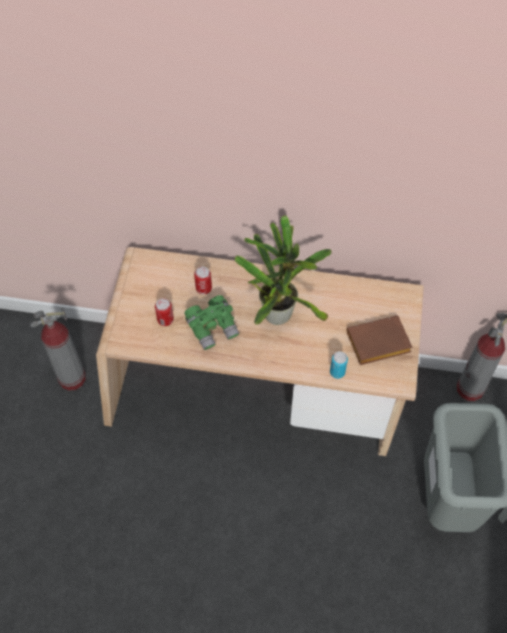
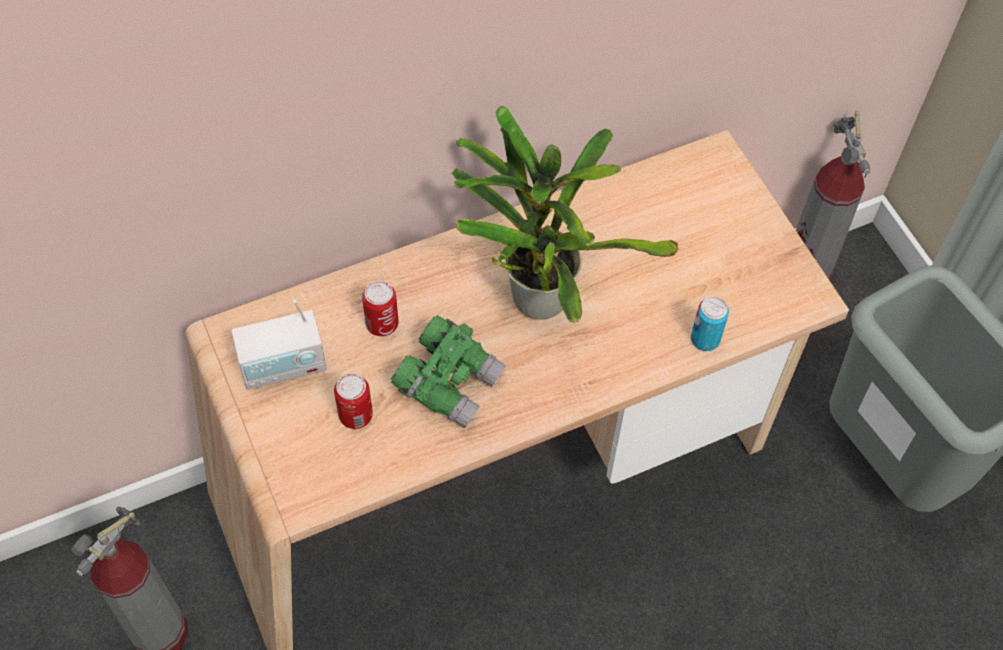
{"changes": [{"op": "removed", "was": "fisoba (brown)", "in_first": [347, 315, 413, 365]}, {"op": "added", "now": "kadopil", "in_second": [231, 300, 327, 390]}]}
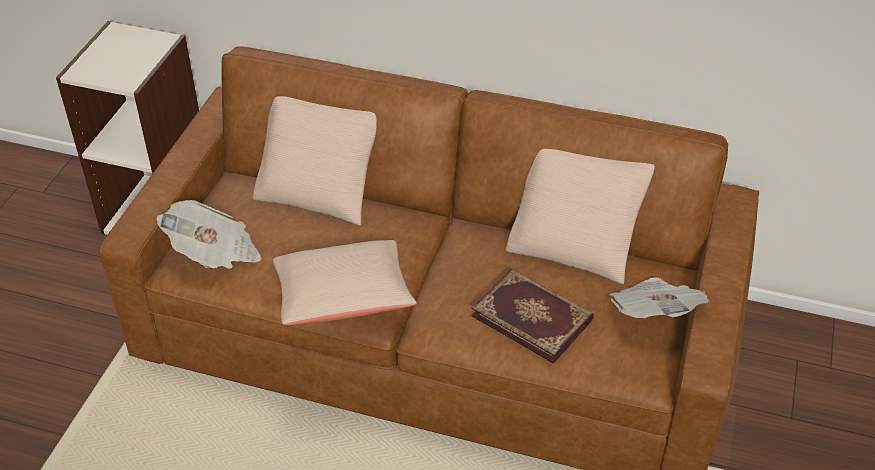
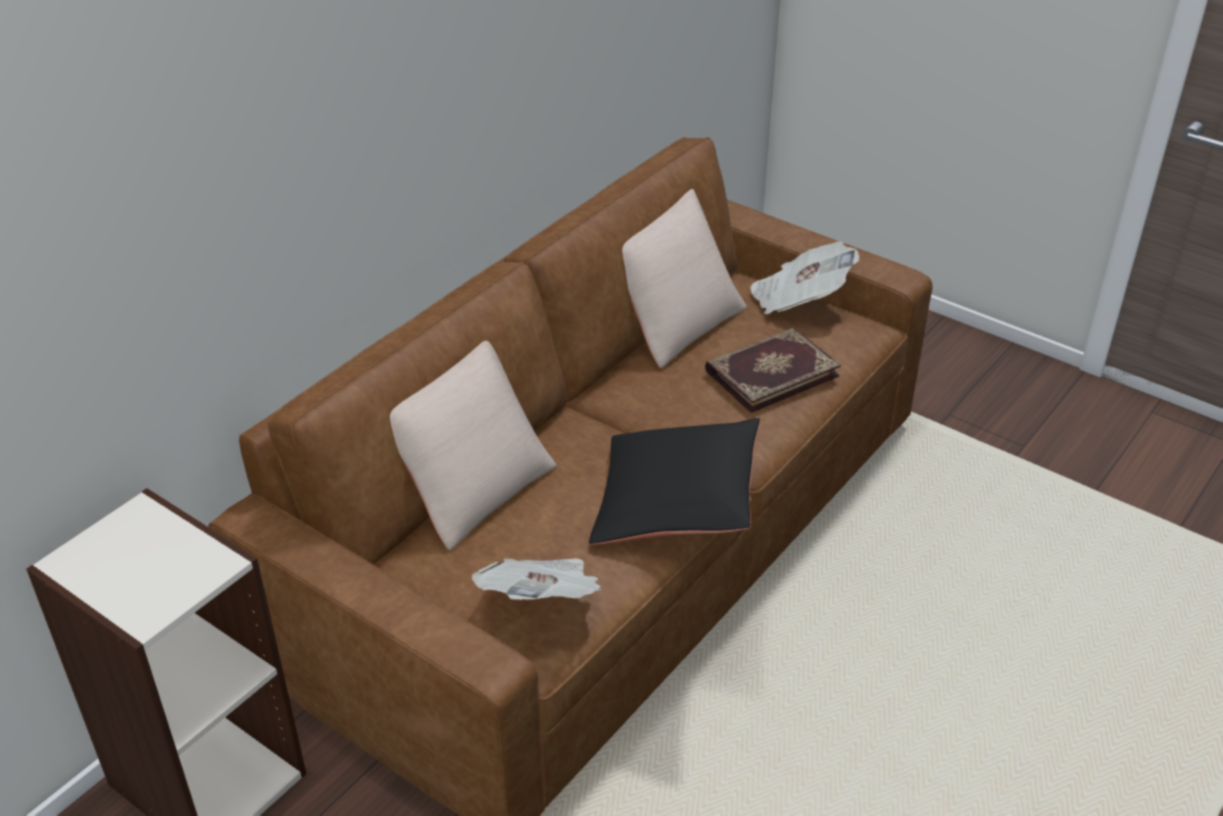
{"changes": [{"op": "recoloured", "was": "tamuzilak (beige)", "now": "tamuzilak (black)", "in_first": [273, 240, 417, 325], "in_second": [589, 418, 760, 545]}]}
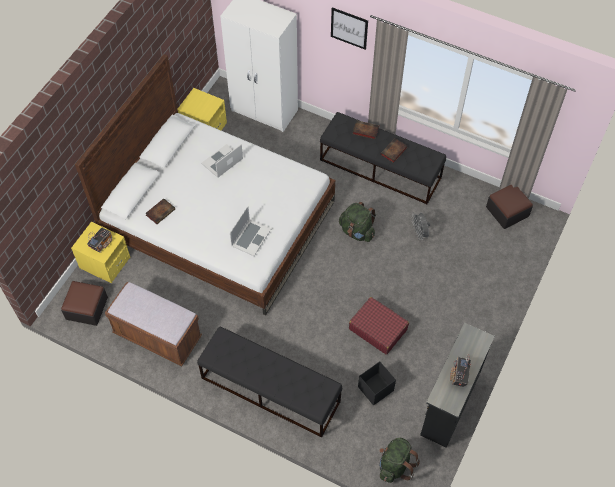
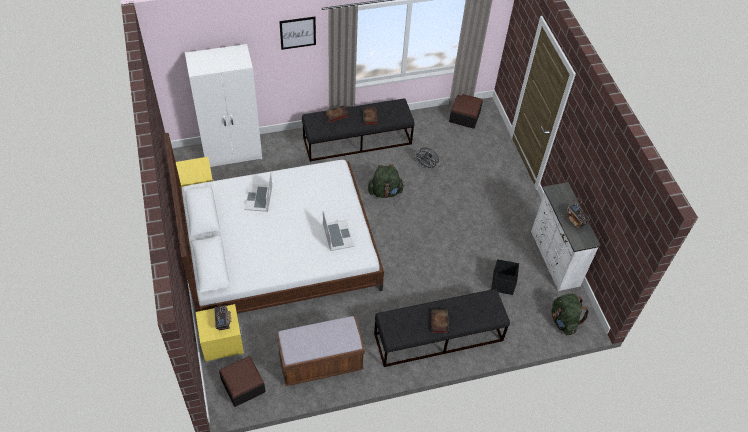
{"changes": [{"op": "moved", "was": "fisoba", "in_first": [145, 198, 175, 224], "in_second": [431, 309, 449, 333]}, {"op": "removed", "was": "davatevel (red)", "in_first": [349, 297, 409, 355]}, {"op": "recoloured", "was": "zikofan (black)", "now": "zikofan (white)", "in_first": [420, 323, 495, 448], "in_second": [531, 182, 601, 291]}]}
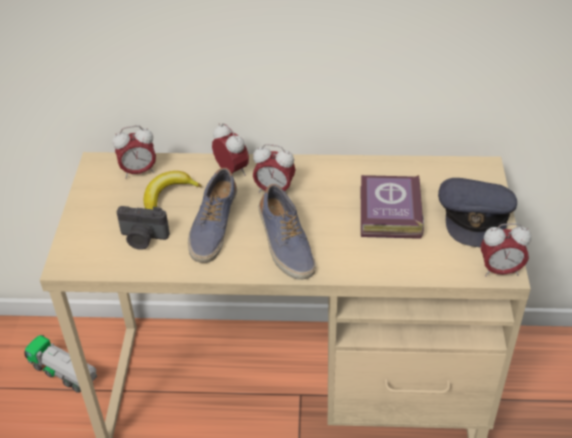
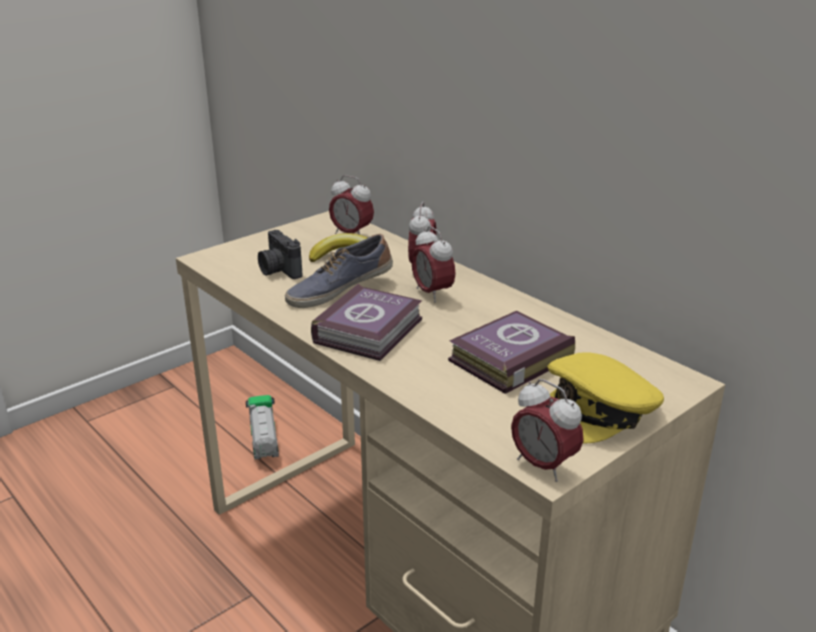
{"changes": [{"op": "recoloured", "was": "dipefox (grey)", "now": "dipefox (yellow)", "in_first": [438, 178, 517, 247], "in_second": [547, 352, 664, 444]}, {"op": "replaced", "was": "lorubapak", "now": "fisoba", "in_first": [258, 184, 316, 280], "in_second": [311, 283, 422, 361]}]}
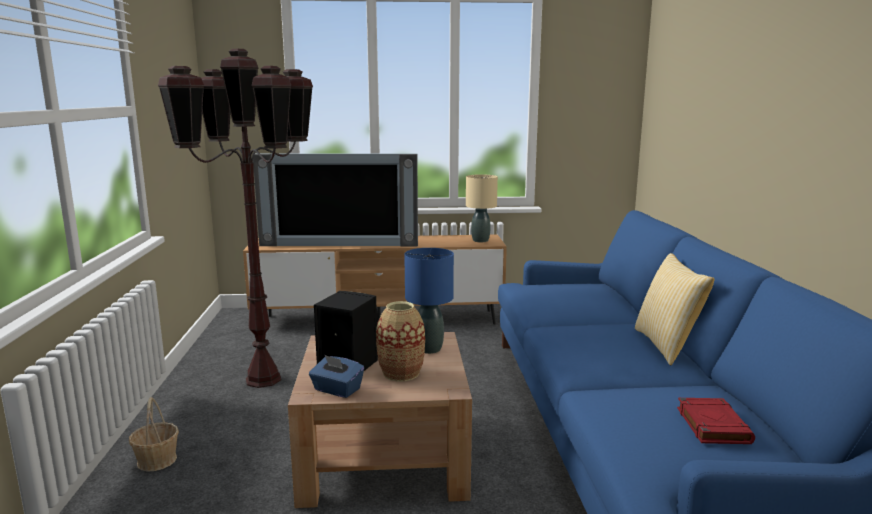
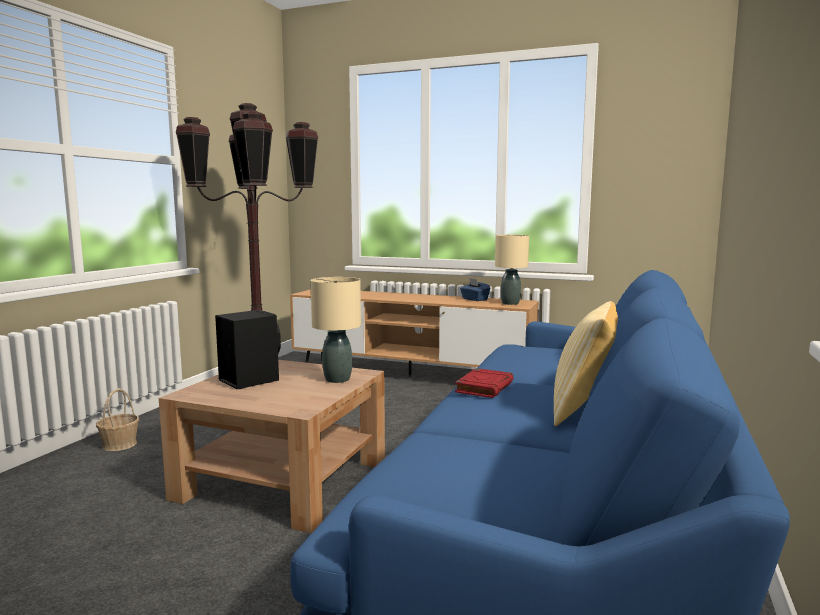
{"changes": [{"op": "removed", "was": "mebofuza", "in_first": [253, 153, 418, 246]}, {"op": "recoloured", "was": "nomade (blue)", "now": "nomade (beige)", "in_first": [404, 248, 454, 354], "in_second": [311, 277, 361, 383]}, {"op": "removed", "was": "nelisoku", "in_first": [376, 301, 425, 381]}, {"op": "moved", "was": "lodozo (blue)", "in_first": [309, 355, 364, 398], "in_second": [460, 278, 491, 301]}, {"op": "moved", "was": "fisoba (red)", "in_first": [677, 398, 755, 444], "in_second": [455, 368, 514, 398]}]}
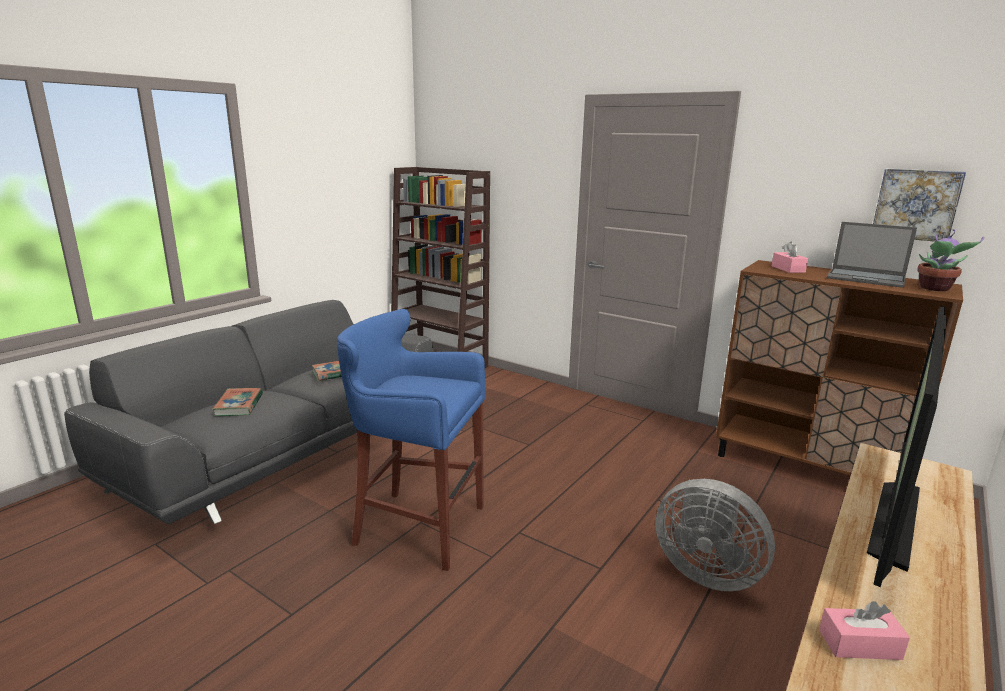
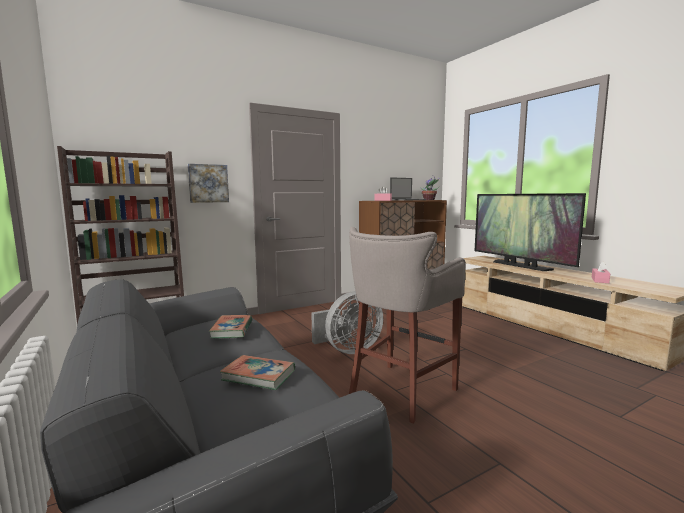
{"changes": [{"op": "moved", "was": "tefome", "in_first": [873, 169, 966, 242], "in_second": [188, 164, 229, 203]}, {"op": "recoloured", "was": "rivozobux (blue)", "now": "rivozobux (grey)", "in_first": [337, 309, 485, 571], "in_second": [349, 227, 465, 424]}, {"op": "moved", "was": "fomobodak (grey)", "in_first": [656, 479, 775, 591], "in_second": [311, 291, 383, 354]}]}
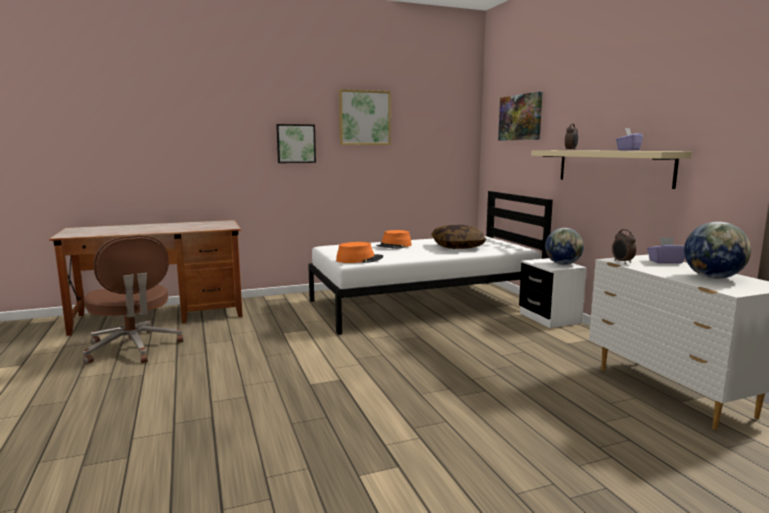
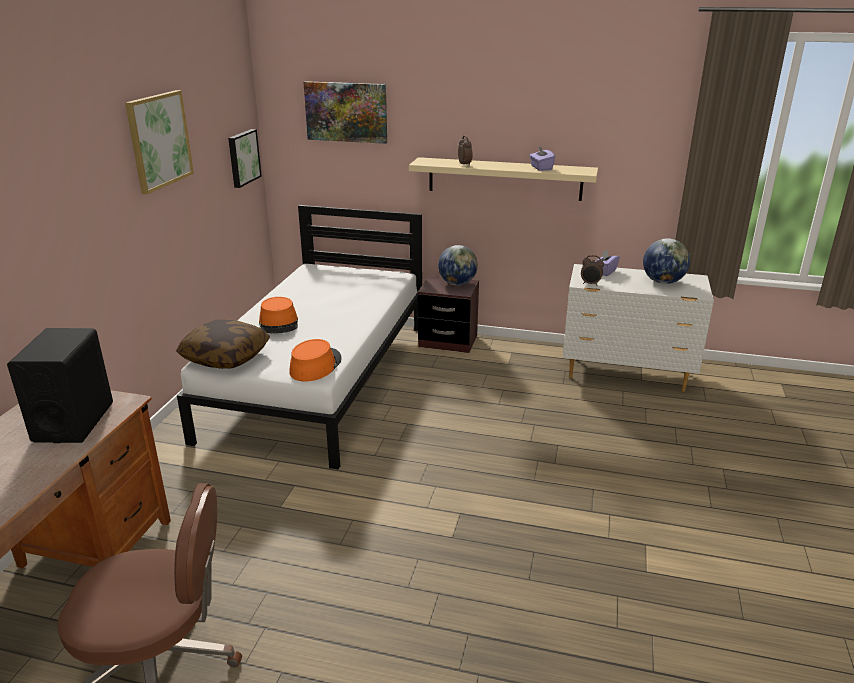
{"changes": [{"op": "moved", "was": "tefome", "in_first": [276, 124, 316, 163], "in_second": [228, 129, 262, 188]}, {"op": "moved", "was": "tamuzilak", "in_first": [431, 225, 486, 249], "in_second": [176, 319, 270, 369]}, {"op": "recoloured", "was": "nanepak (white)", "now": "nanepak (brown)", "in_first": [519, 258, 587, 328], "in_second": [418, 276, 479, 353]}, {"op": "added", "now": "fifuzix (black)", "in_second": [7, 328, 113, 443]}]}
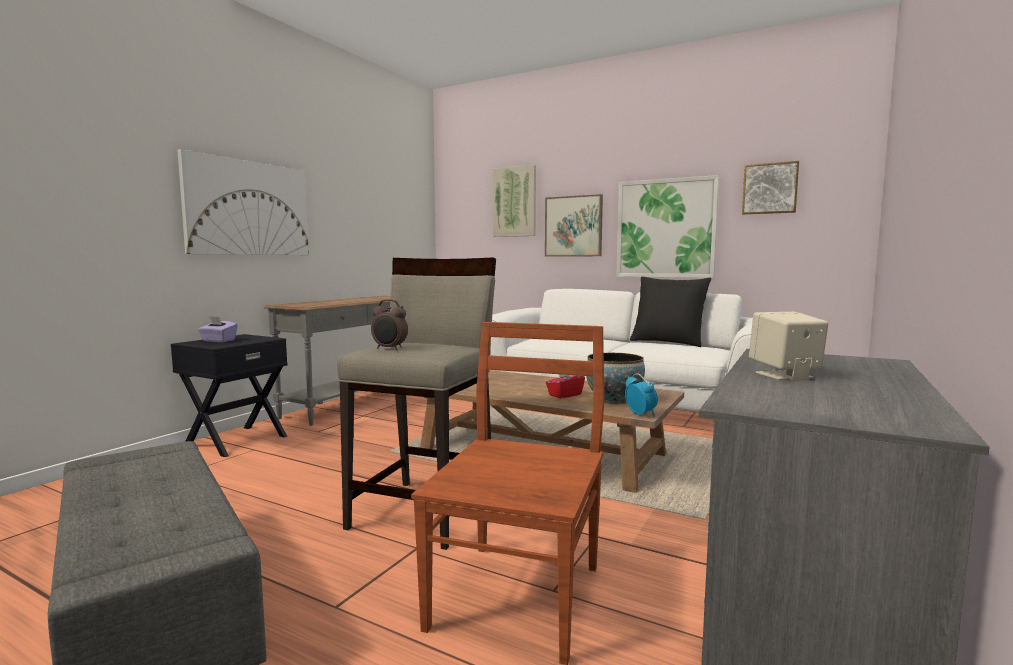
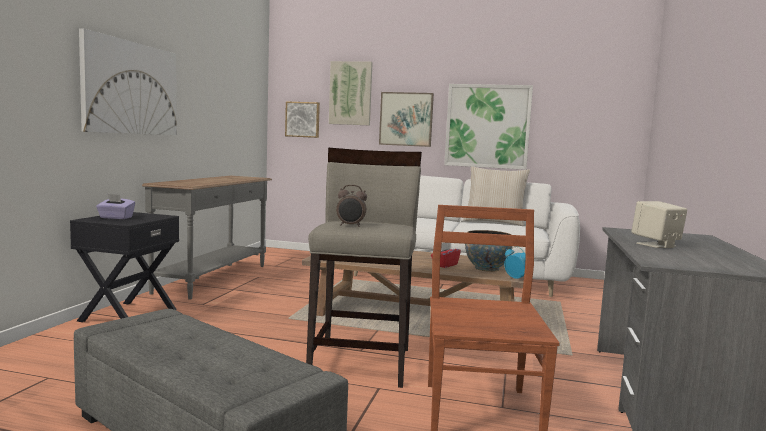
{"changes": [{"op": "moved", "was": "tefome", "in_first": [742, 161, 799, 214], "in_second": [285, 101, 320, 138]}, {"op": "recoloured", "was": "tamuzilak (black)", "now": "tamuzilak (beige)", "in_first": [630, 277, 711, 347], "in_second": [463, 166, 530, 226]}]}
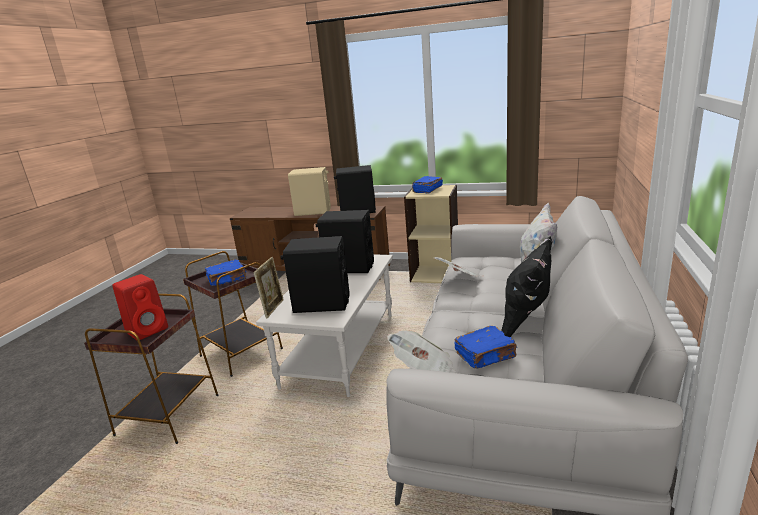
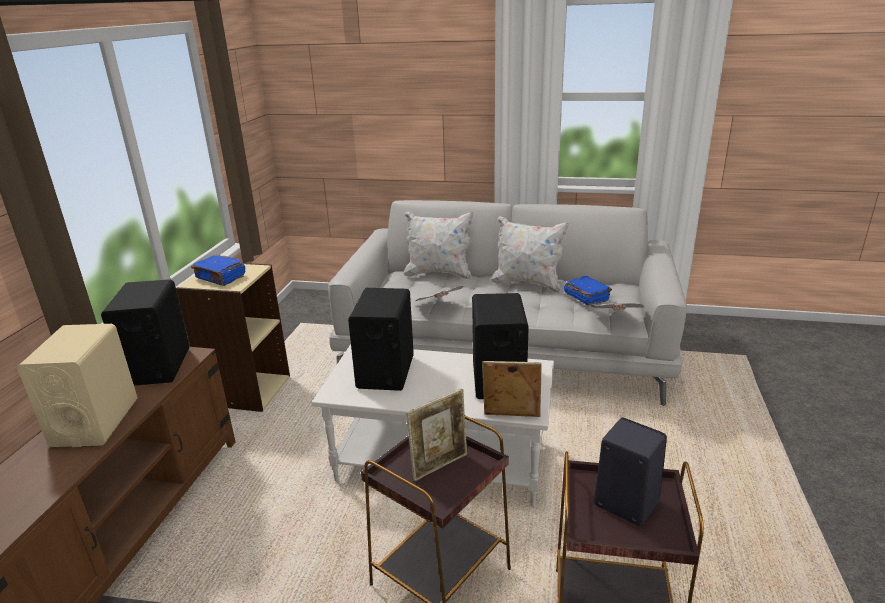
{"changes": [{"op": "recoloured", "was": "tamuzilak (black)", "now": "tamuzilak (white)", "in_first": [501, 236, 552, 337], "in_second": [491, 216, 569, 293]}, {"op": "replaced", "was": "fisoba (blue)", "now": "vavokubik", "in_first": [205, 260, 246, 286], "in_second": [406, 389, 467, 481]}, {"op": "recoloured", "was": "fifuzix (red)", "now": "fifuzix (black)", "in_first": [112, 274, 168, 340], "in_second": [594, 418, 667, 526]}]}
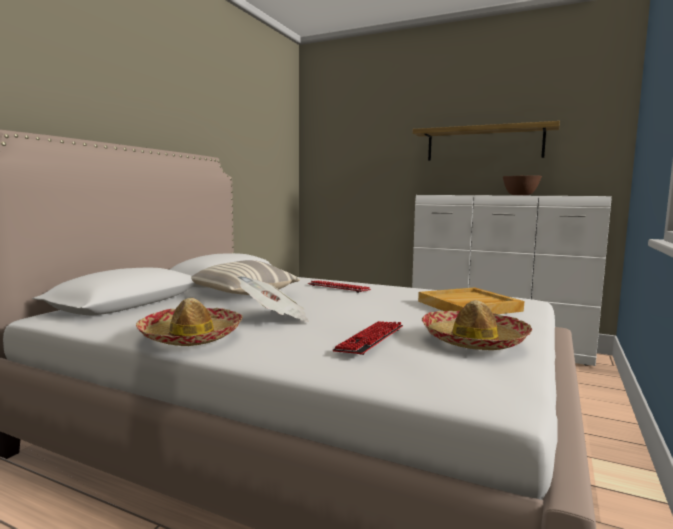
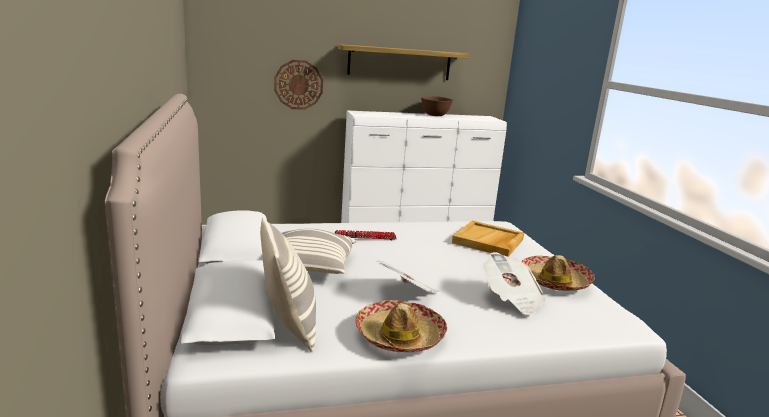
{"changes": [{"op": "replaced", "was": "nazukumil", "now": "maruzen", "in_first": [333, 321, 403, 355], "in_second": [483, 252, 546, 316]}, {"op": "added", "now": "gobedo", "in_second": [274, 60, 323, 110]}, {"op": "added", "now": "tamuzilak", "in_second": [260, 217, 316, 352]}]}
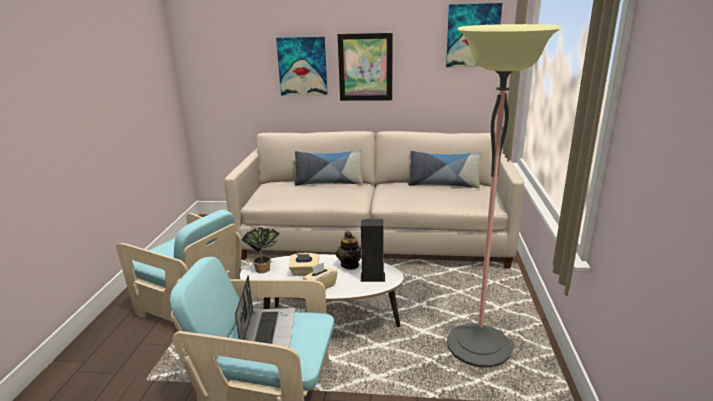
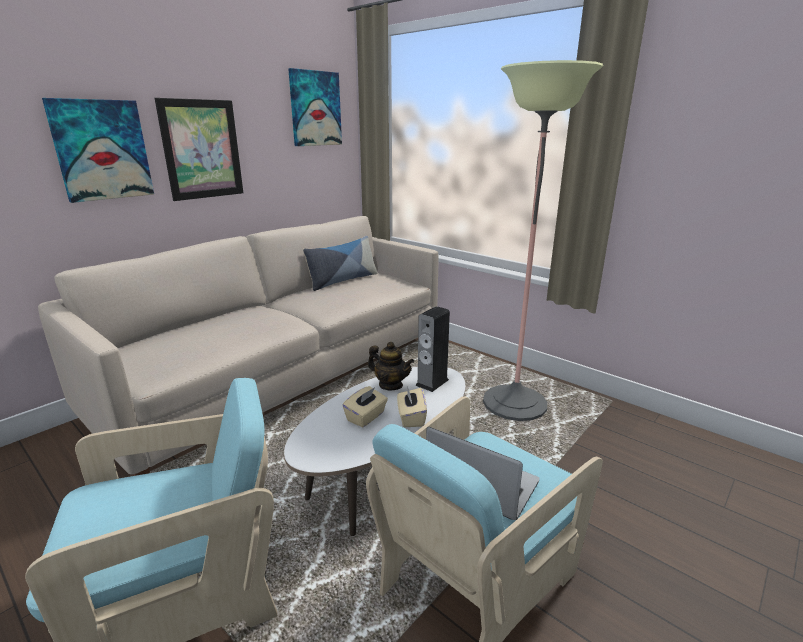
{"changes": [{"op": "removed", "was": "tamuzilak", "in_first": [294, 149, 363, 185]}, {"op": "removed", "was": "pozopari", "in_first": [242, 227, 280, 273]}]}
